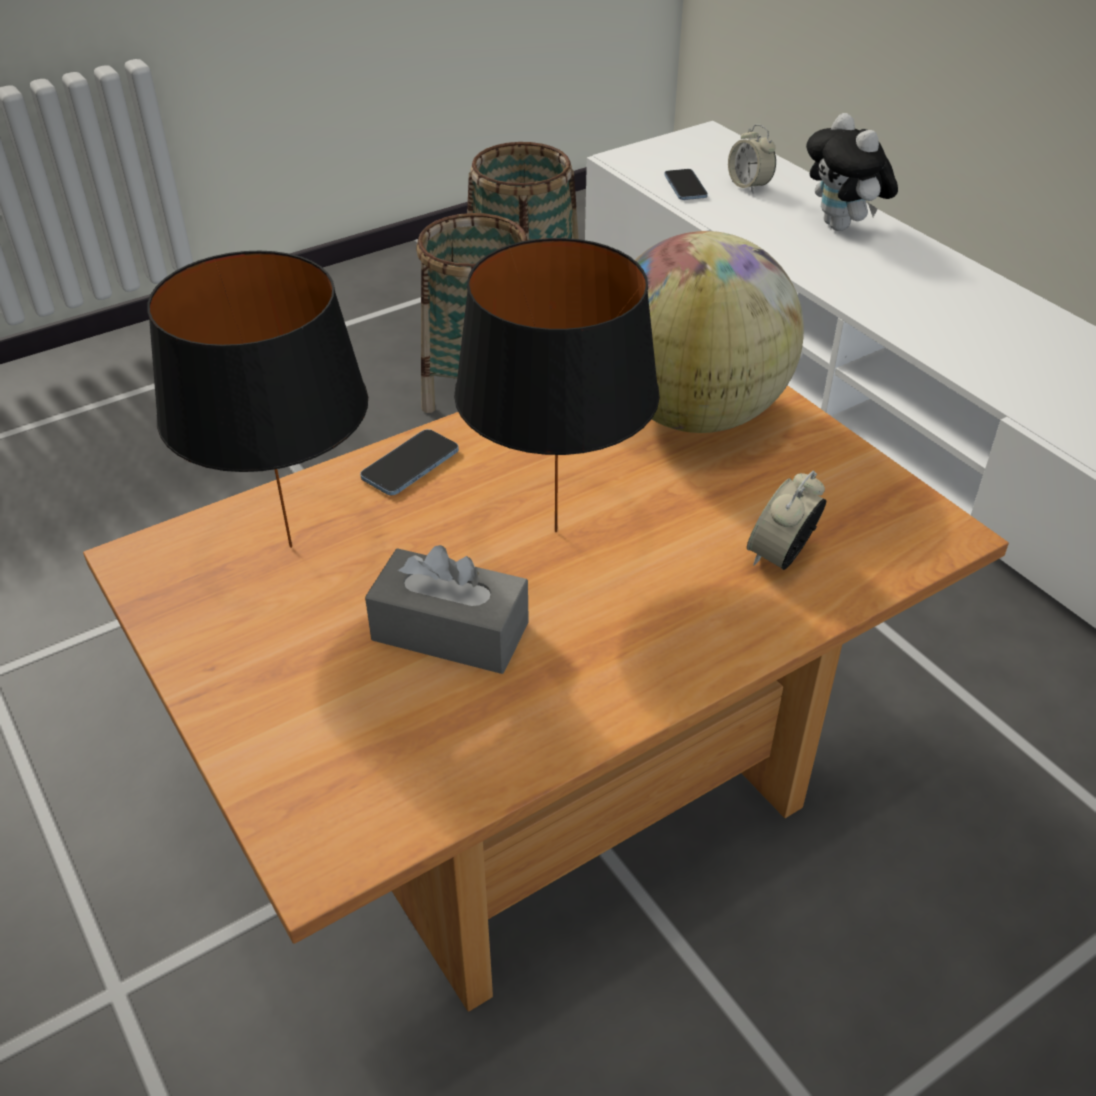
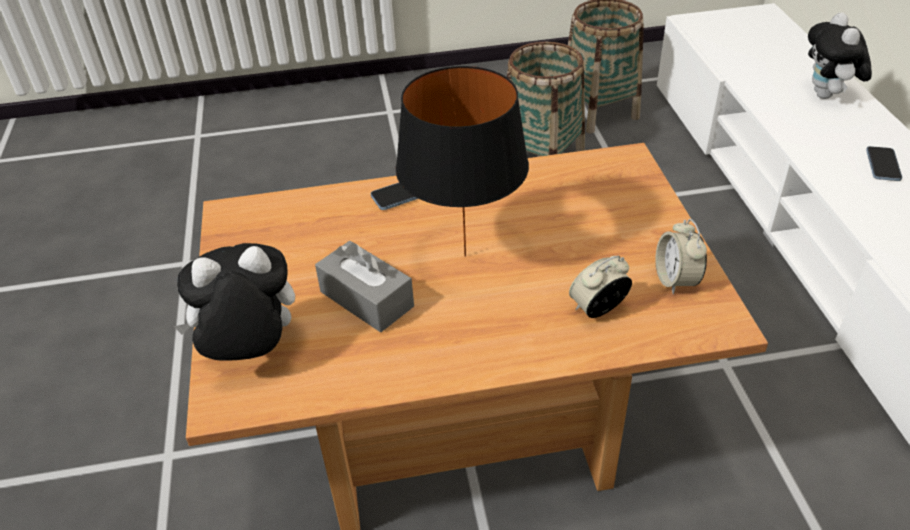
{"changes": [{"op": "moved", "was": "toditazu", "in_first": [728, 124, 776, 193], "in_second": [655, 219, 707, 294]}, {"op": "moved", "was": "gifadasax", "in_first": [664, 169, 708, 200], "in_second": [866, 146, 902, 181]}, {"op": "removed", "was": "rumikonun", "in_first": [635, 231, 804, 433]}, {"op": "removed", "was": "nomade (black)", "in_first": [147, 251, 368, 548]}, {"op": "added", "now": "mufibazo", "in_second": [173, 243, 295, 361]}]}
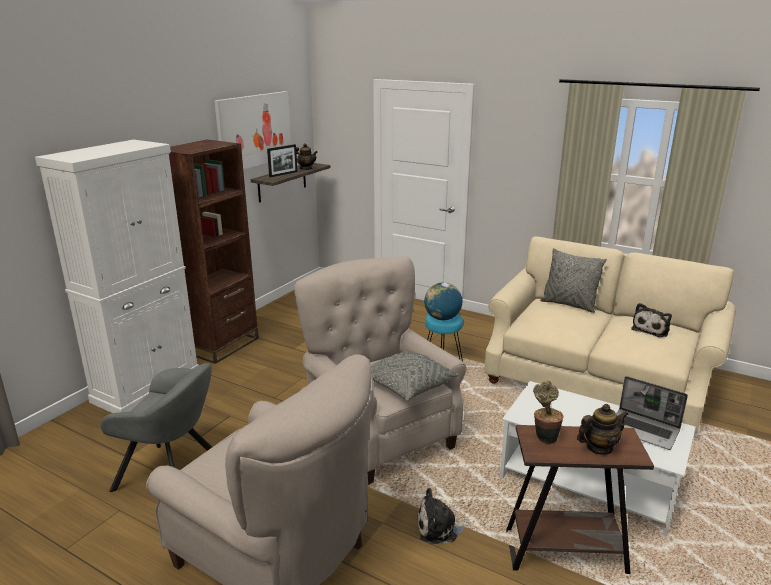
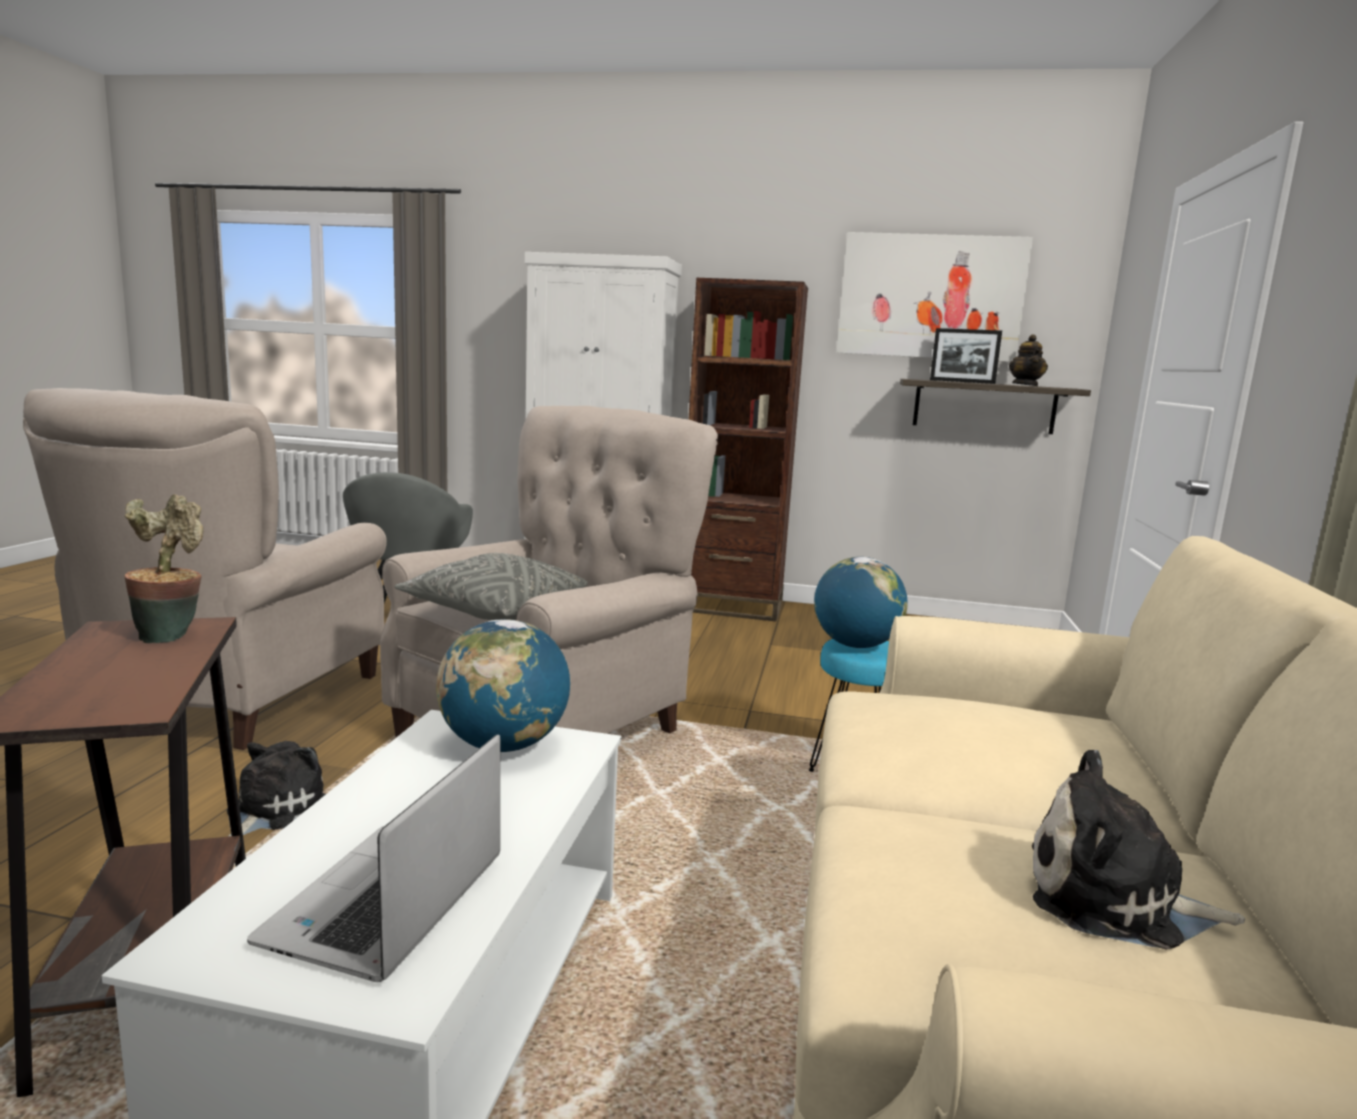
{"changes": [{"op": "removed", "was": "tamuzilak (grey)", "in_first": [540, 248, 607, 313]}, {"op": "removed", "was": "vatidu", "in_first": [577, 404, 628, 455]}, {"op": "turned", "was": "mufibazo", "in_first": [417, 488, 469, 544], "in_second": [227, 741, 326, 837], "clockwise": 45}, {"op": "added", "now": "rumikonun", "in_second": [436, 619, 570, 752]}]}
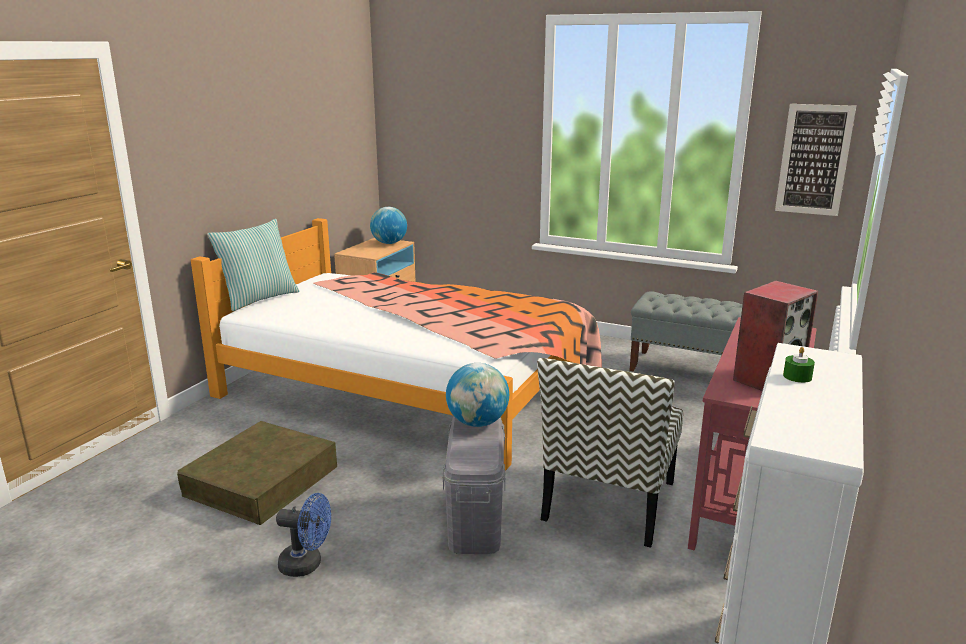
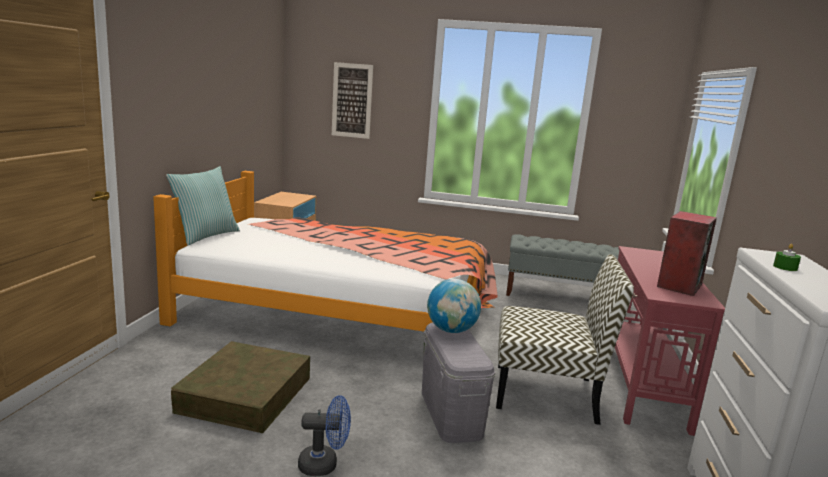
{"changes": [{"op": "moved", "was": "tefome", "in_first": [775, 104, 856, 216], "in_second": [332, 62, 373, 139]}, {"op": "removed", "was": "rumikonun", "in_first": [370, 207, 407, 244]}, {"op": "turned", "was": "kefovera", "in_first": [537, 358, 683, 548], "in_second": [496, 254, 634, 425], "clockwise": -90}]}
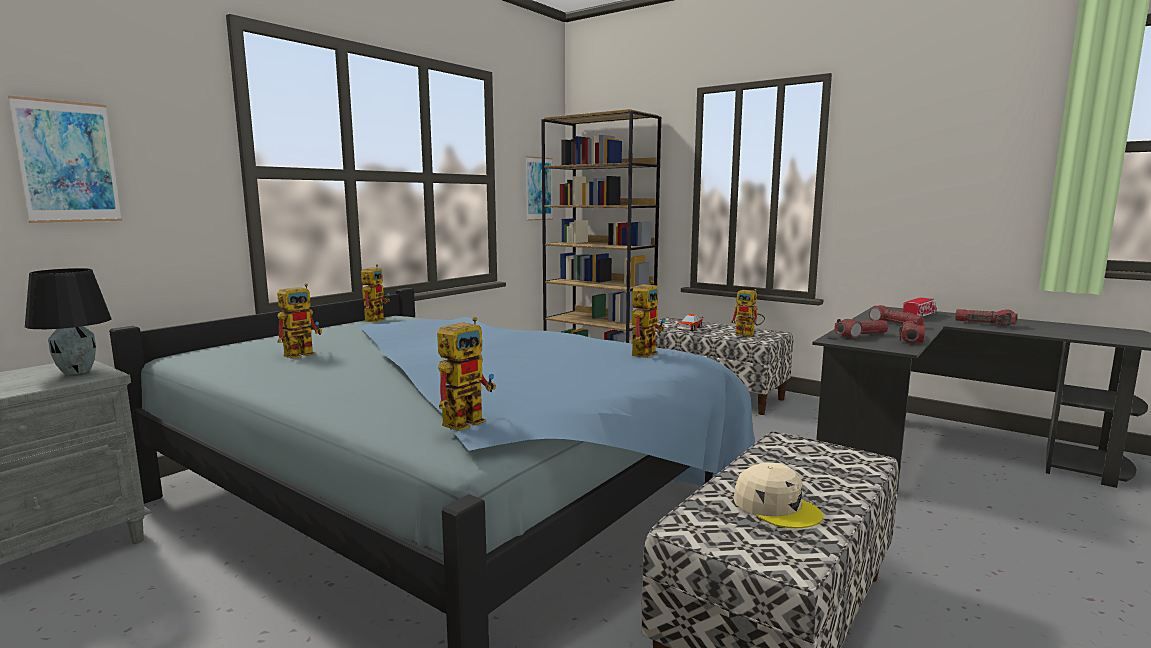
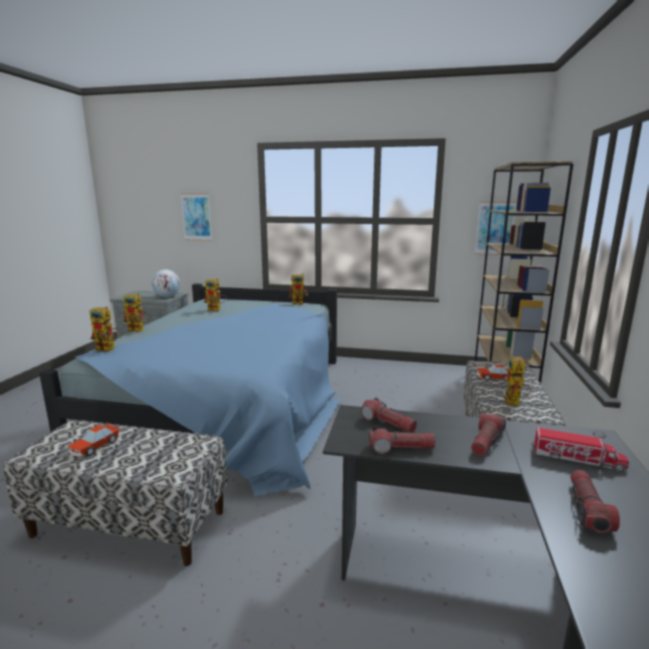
{"changes": [{"op": "replaced", "was": "nomade (black)", "now": "rumikonun", "in_first": [25, 268, 111, 375], "in_second": [151, 269, 180, 297]}, {"op": "moved", "was": "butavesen", "in_first": [632, 280, 665, 358], "in_second": [123, 293, 151, 332]}, {"op": "replaced", "was": "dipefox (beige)", "now": "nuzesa", "in_first": [733, 462, 823, 528], "in_second": [68, 422, 120, 457]}]}
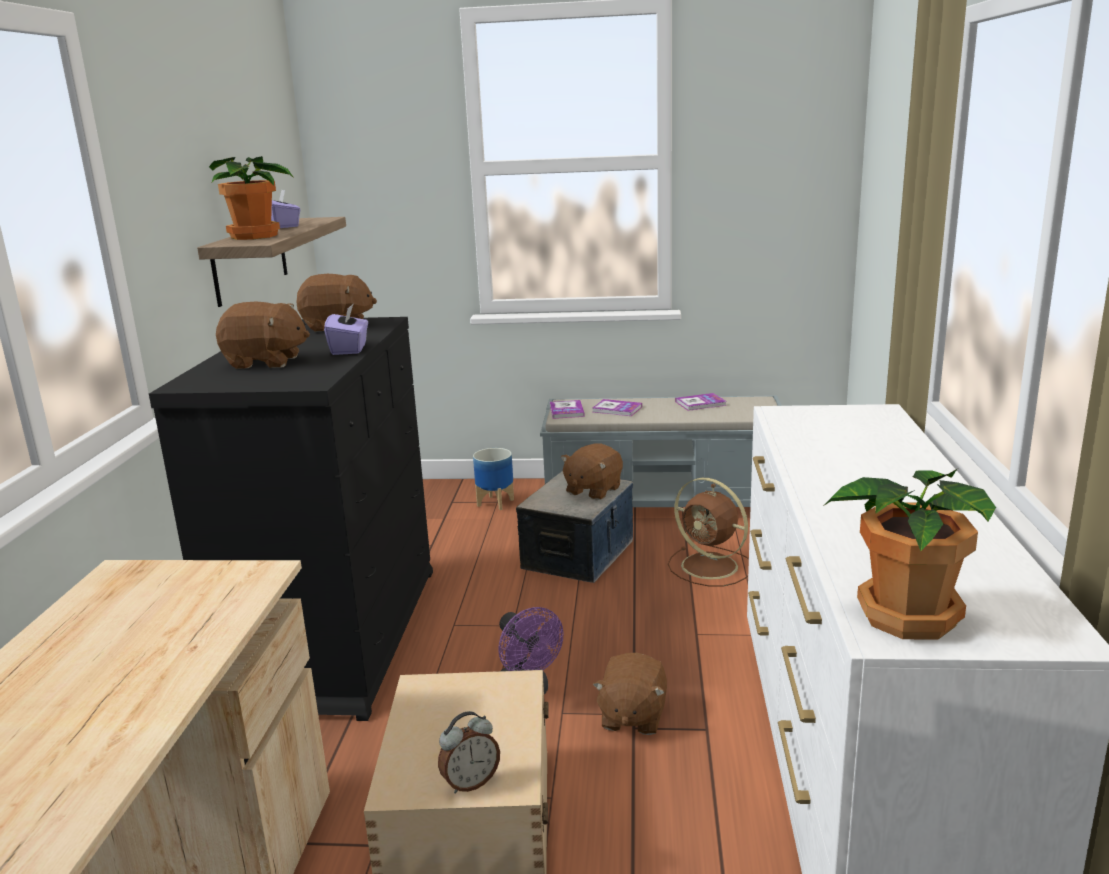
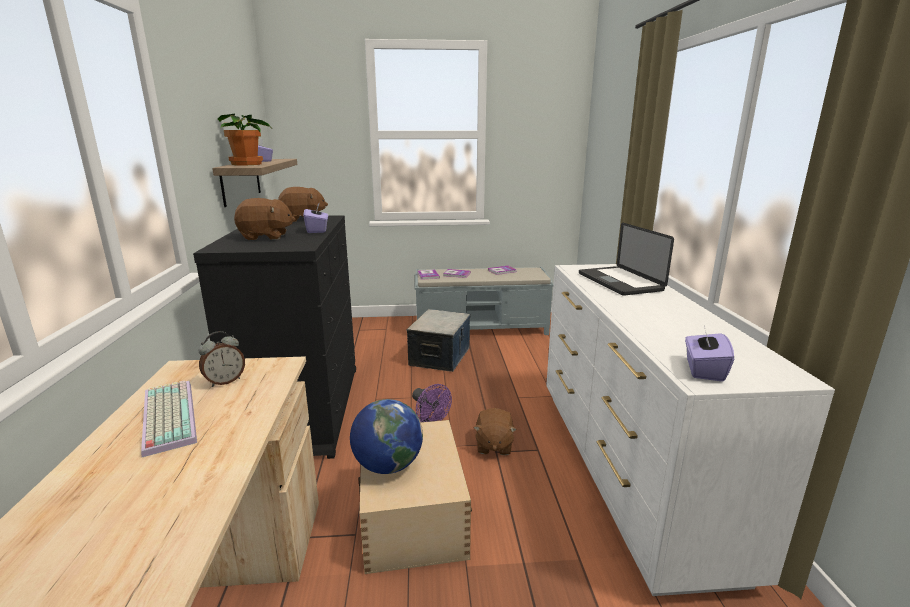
{"changes": [{"op": "removed", "was": "mufibazo (brown)", "in_first": [561, 443, 623, 500]}, {"op": "removed", "was": "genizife", "in_first": [473, 448, 514, 510]}, {"op": "replaced", "was": "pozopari", "now": "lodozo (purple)", "in_first": [822, 469, 996, 639], "in_second": [685, 325, 734, 382]}, {"op": "removed", "was": "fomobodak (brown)", "in_first": [668, 478, 749, 587]}, {"op": "moved", "was": "toditazu", "in_first": [438, 711, 500, 794], "in_second": [198, 331, 245, 387]}, {"op": "added", "now": "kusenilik", "in_second": [579, 223, 674, 296]}, {"op": "added", "now": "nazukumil", "in_second": [141, 380, 197, 458]}, {"op": "added", "now": "rumikonun", "in_second": [350, 399, 423, 474]}]}
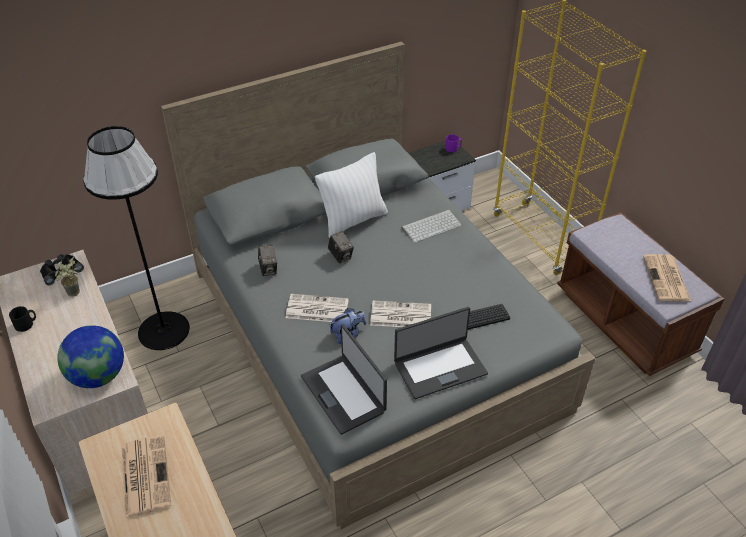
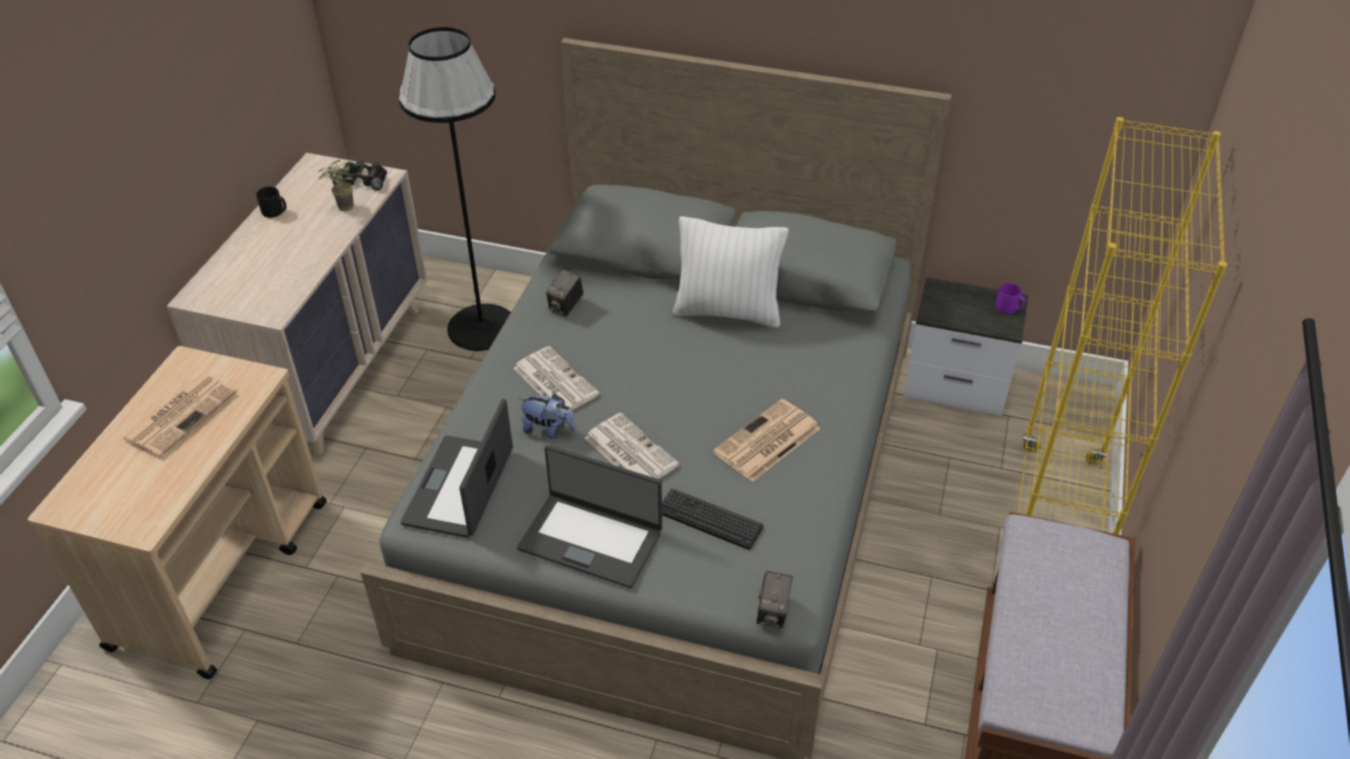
{"changes": [{"op": "removed", "was": "nazukumil", "in_first": [401, 210, 462, 243]}, {"op": "moved", "was": "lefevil", "in_first": [328, 231, 354, 263], "in_second": [756, 571, 793, 628]}, {"op": "moved", "was": "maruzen", "in_first": [643, 254, 691, 301], "in_second": [713, 399, 820, 482]}, {"op": "removed", "was": "rumikonun", "in_first": [57, 325, 124, 388]}]}
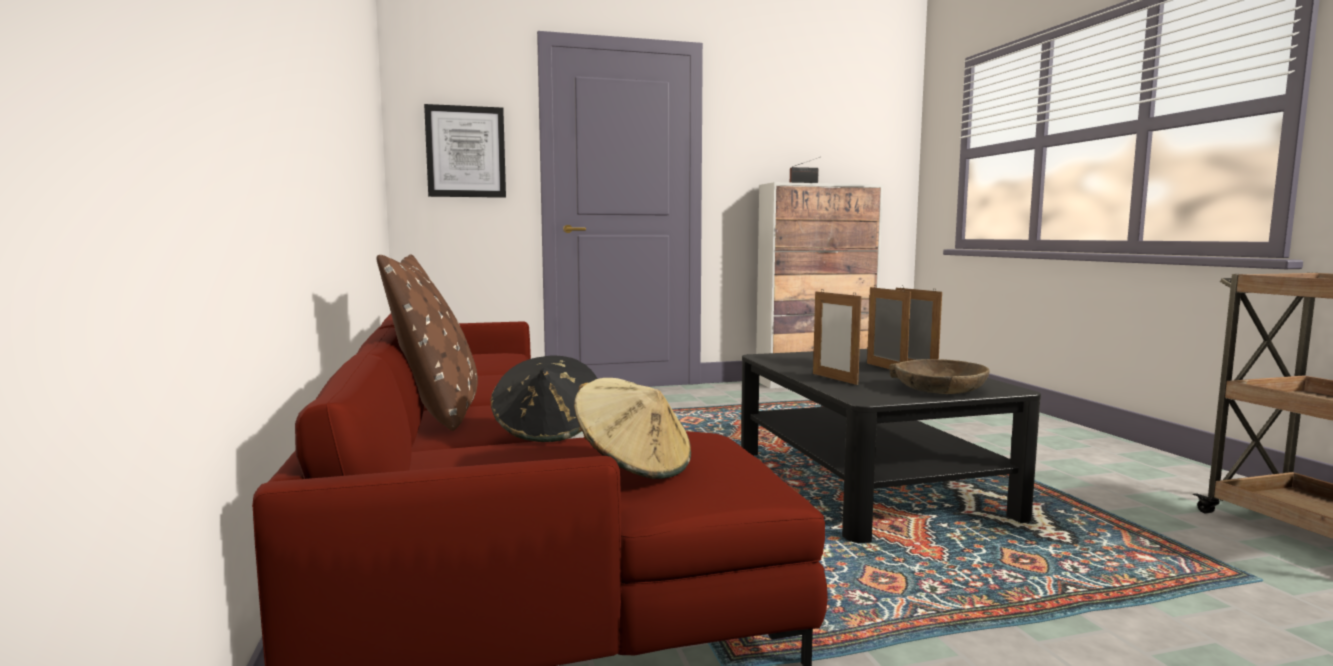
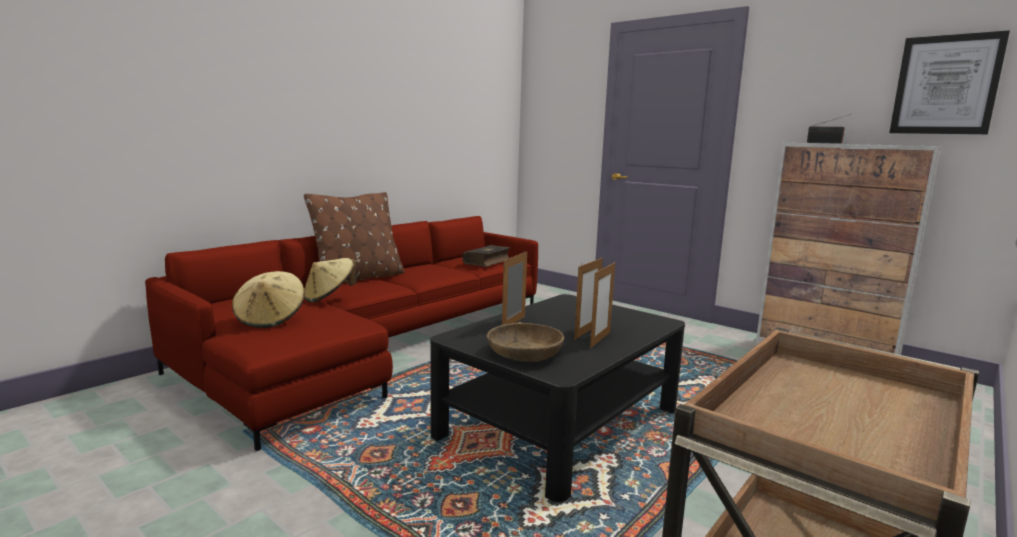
{"changes": [{"op": "moved", "was": "tefome", "in_first": [424, 104, 506, 198], "in_second": [889, 30, 1010, 134]}, {"op": "recoloured", "was": "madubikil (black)", "now": "madubikil (beige)", "in_first": [490, 356, 597, 442], "in_second": [304, 258, 357, 302]}, {"op": "added", "now": "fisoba", "in_second": [462, 245, 510, 267]}]}
